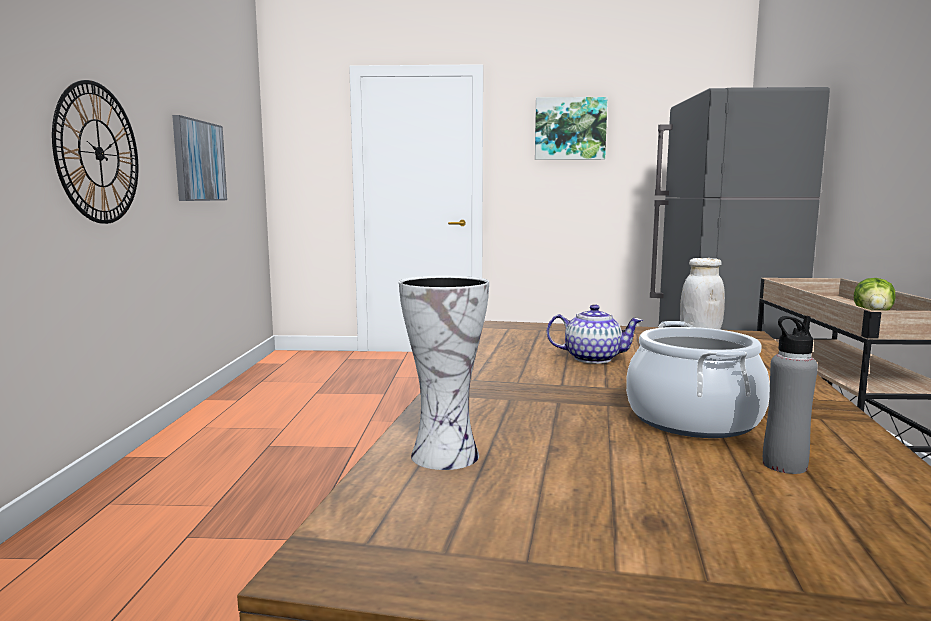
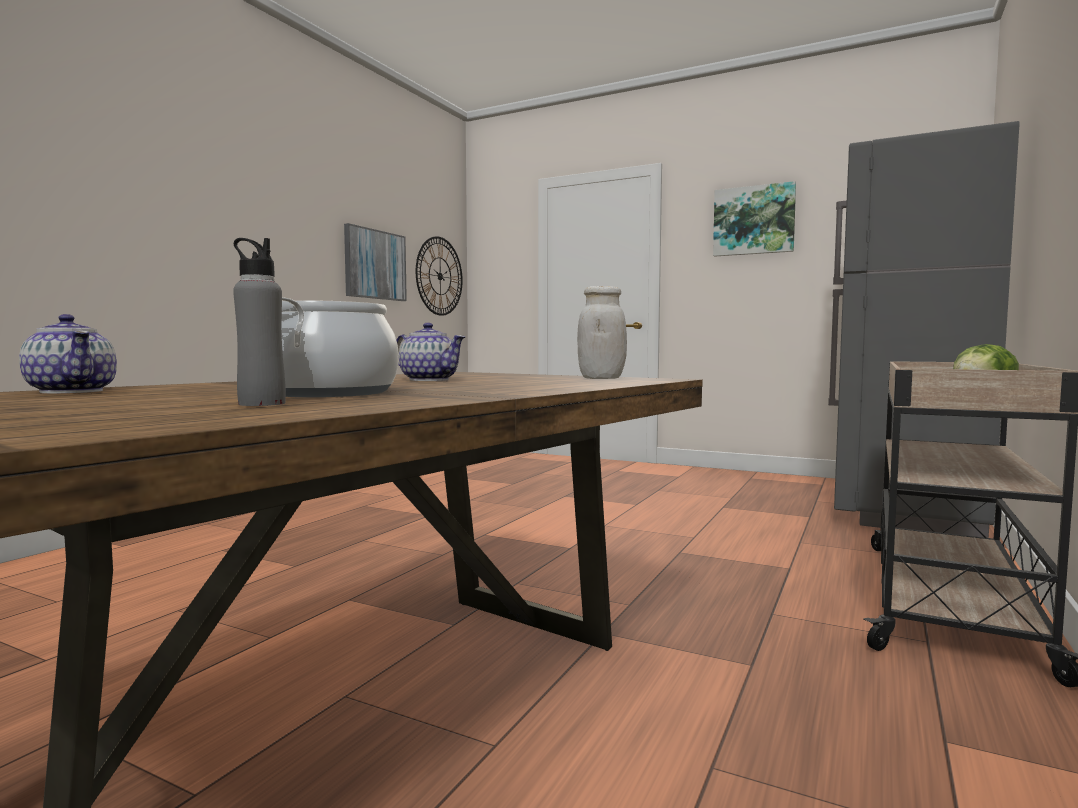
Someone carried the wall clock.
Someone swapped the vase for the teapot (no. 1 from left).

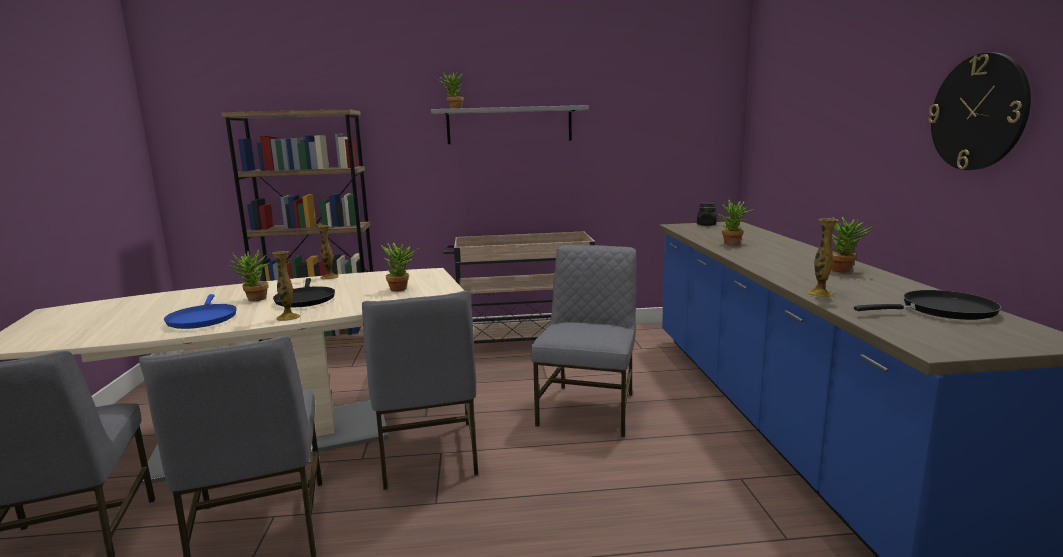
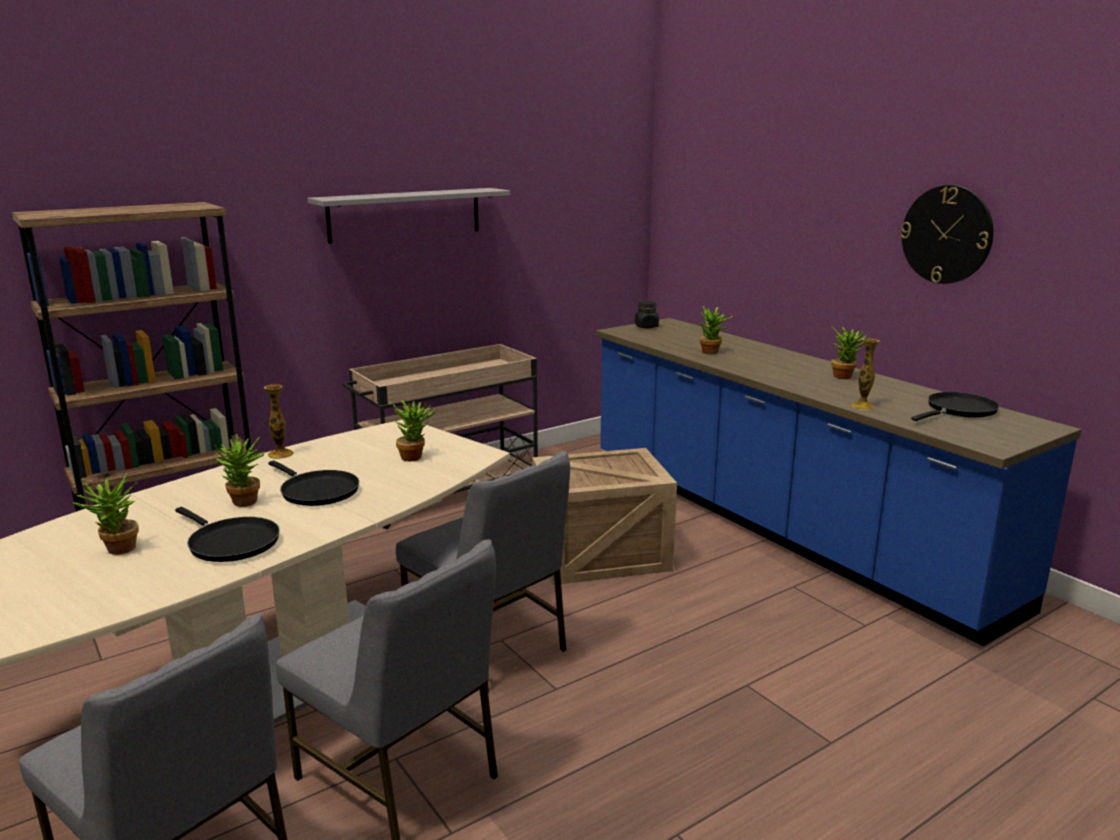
Someone repainted the blue frying pan, which became the black frying pan (no. 1 from left).
Someone took away the vase (no. 1 from left).
Someone carried the potted plant (no. 3 from left in the first image).
Someone swapped the grey chair (no. 4 from left) for the crate.

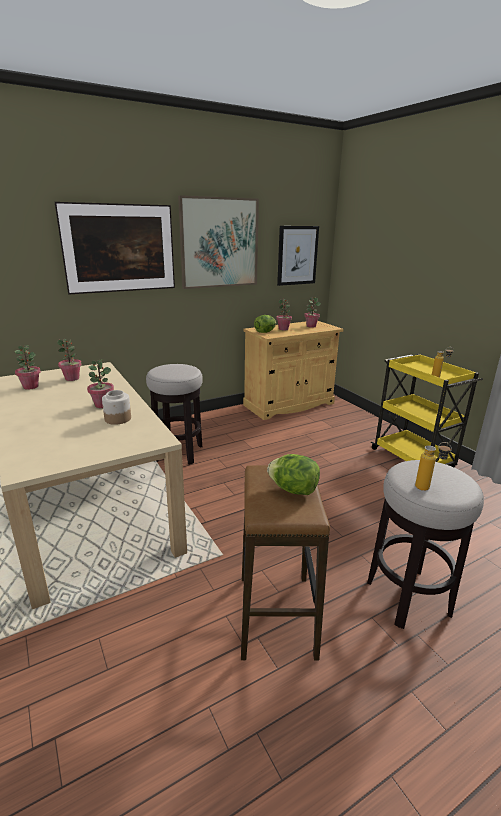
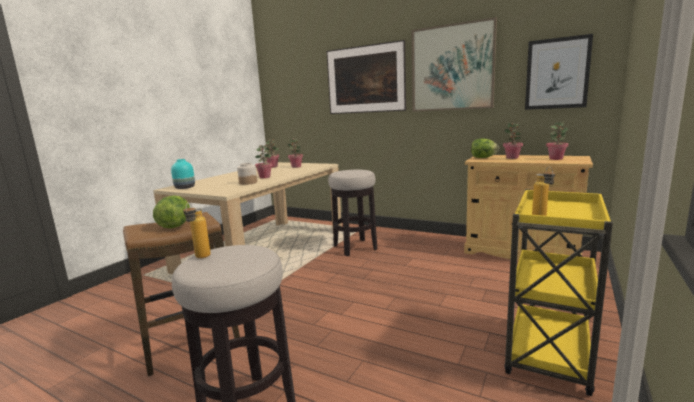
Someone put down the turquoise vase.

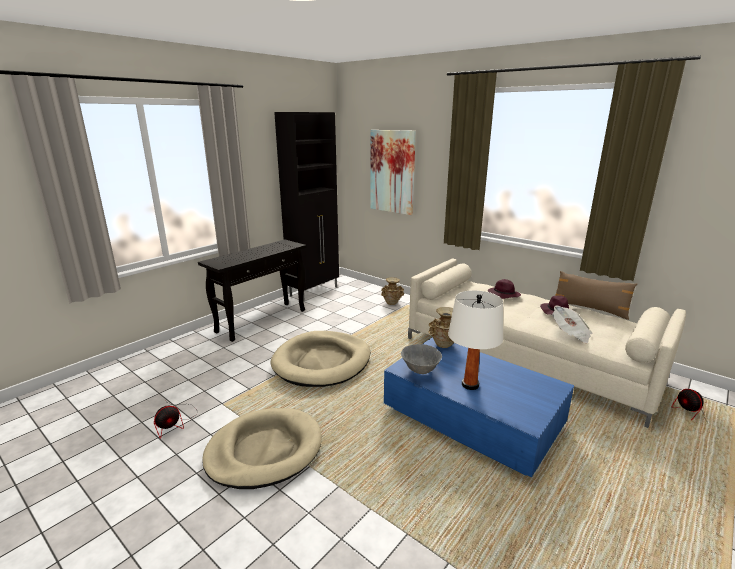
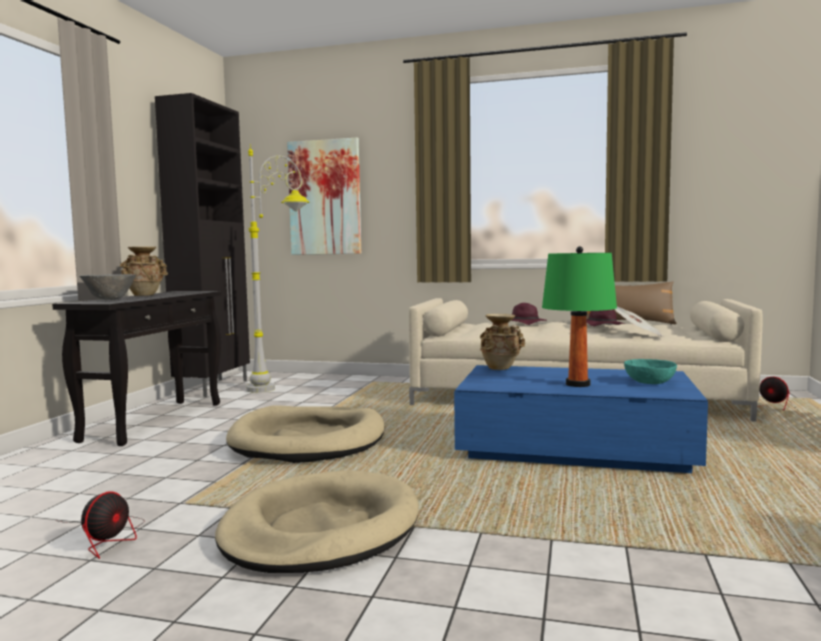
Someone carried the beige vase (no. 1 from left).
Someone carried the grey bowl.
Someone repainted the white table lamp, which became the green table lamp.
Someone put down the grey floor lamp.
Someone put down the turquoise bowl.

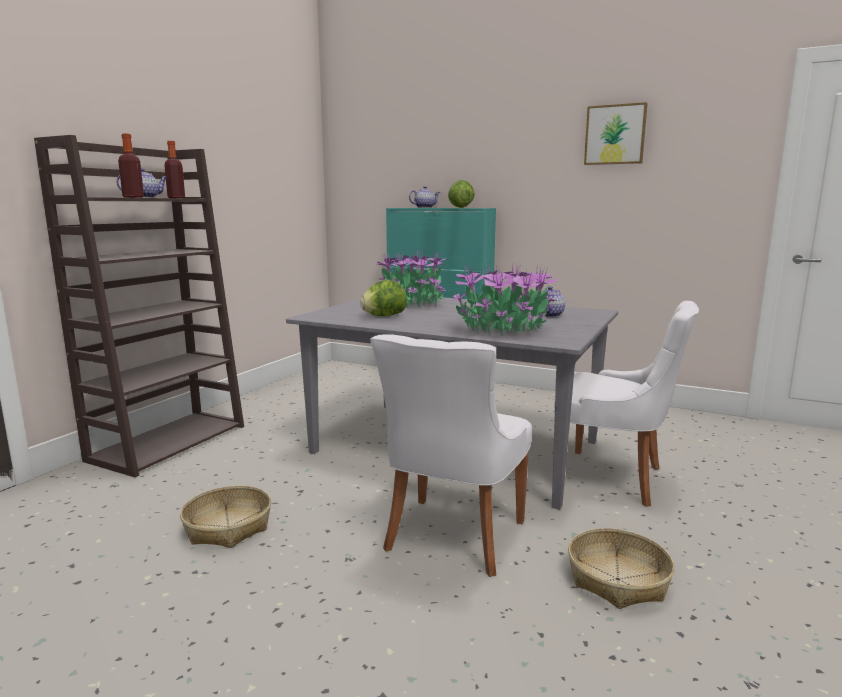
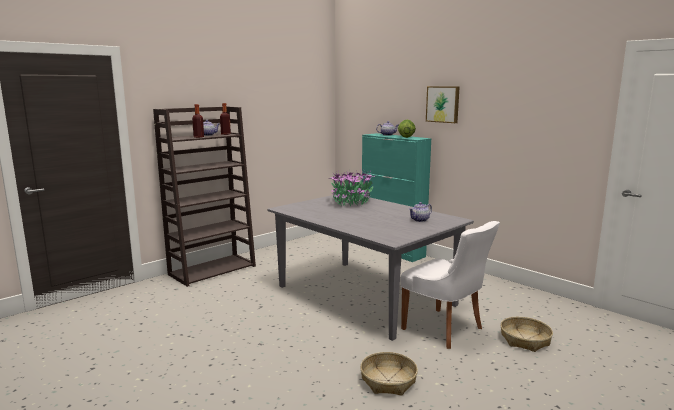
Someone carried the basket (no. 1 from left in the first image).
Someone took away the lettuce (no. 1 from left).
Someone took away the white chair (no. 1 from left).
Someone took away the potted plant (no. 2 from left).
Someone carried the picture.

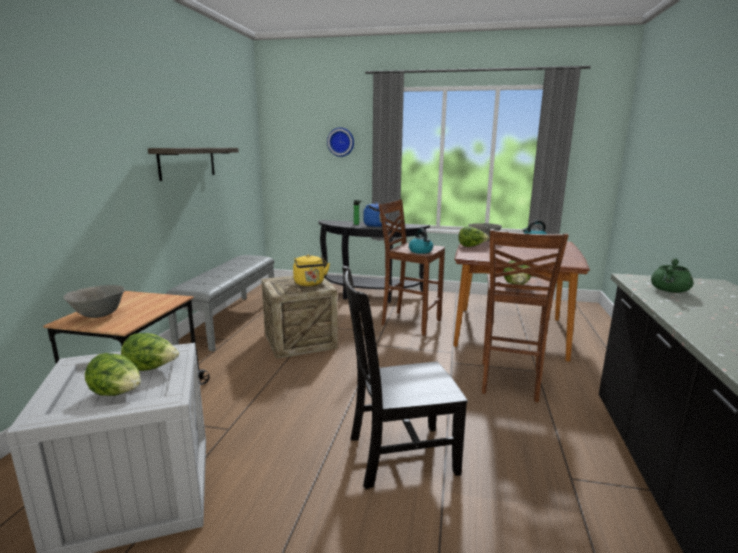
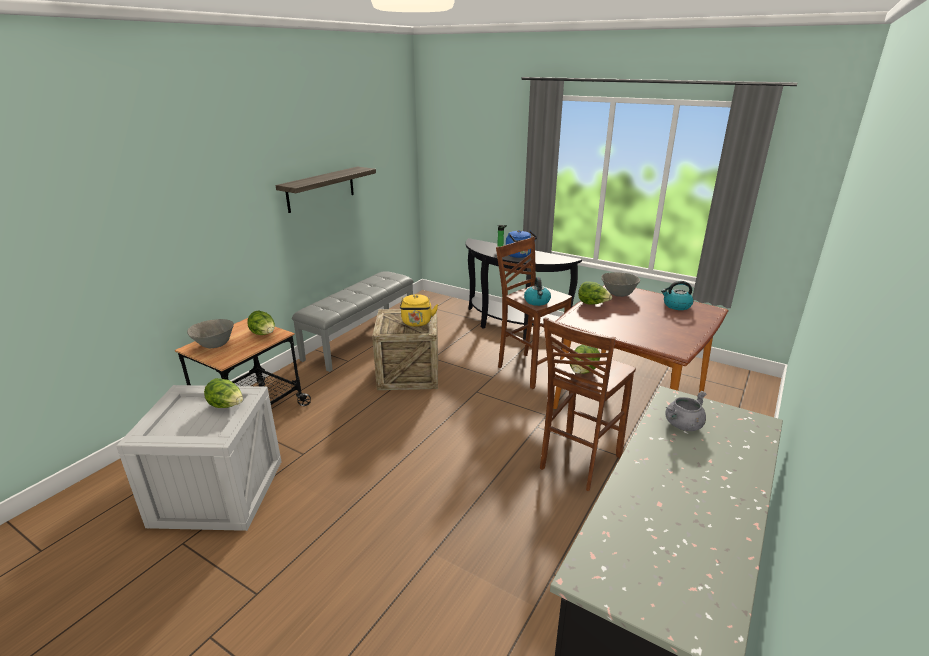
Someone carried the lettuce (no. 1 from left in the first image).
Someone took away the wall clock.
Someone took away the black chair.
Someone repainted the green cooking pot, which became the grey cooking pot.

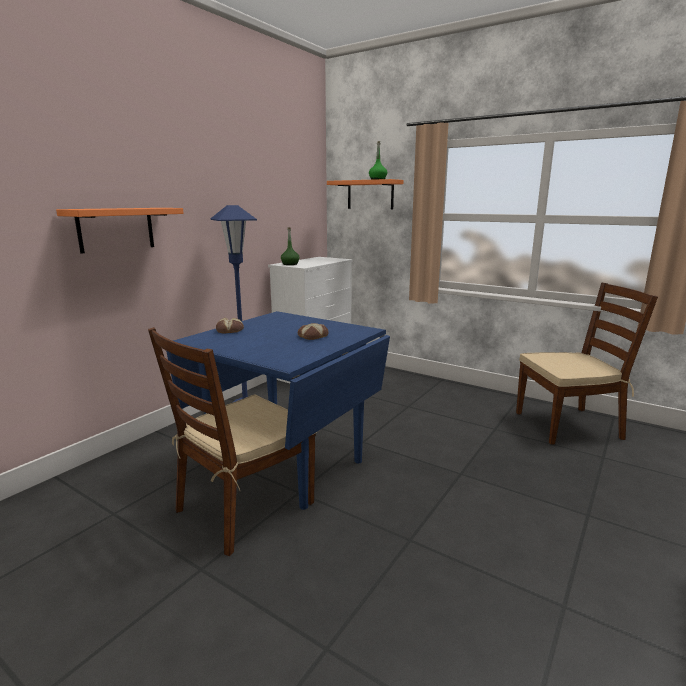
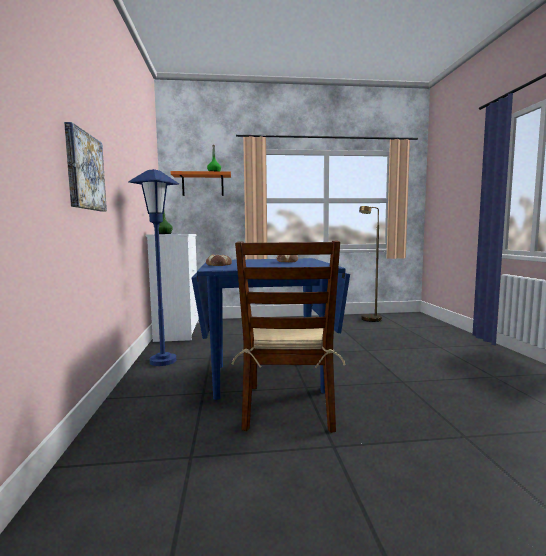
Someone swapped the orange shelf (no. 1 from left) for the picture.
Someone swapped the brown chair (no. 2 from left) for the brown floor lamp.

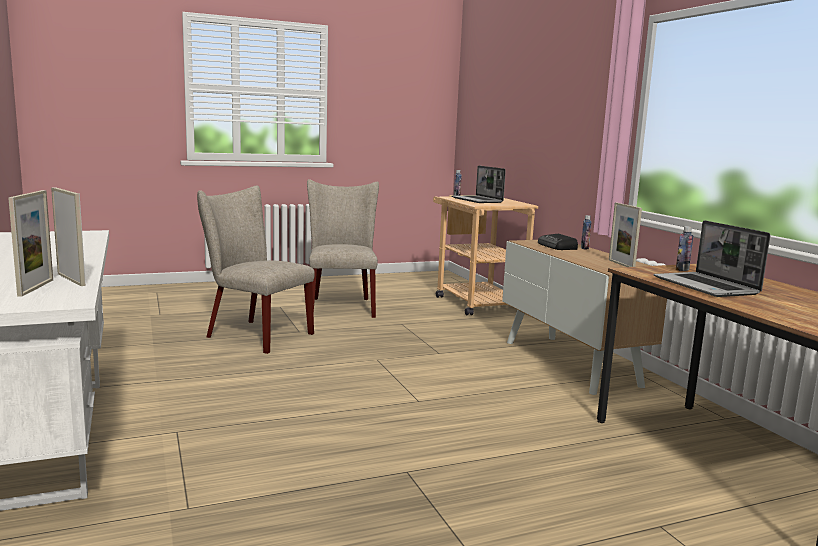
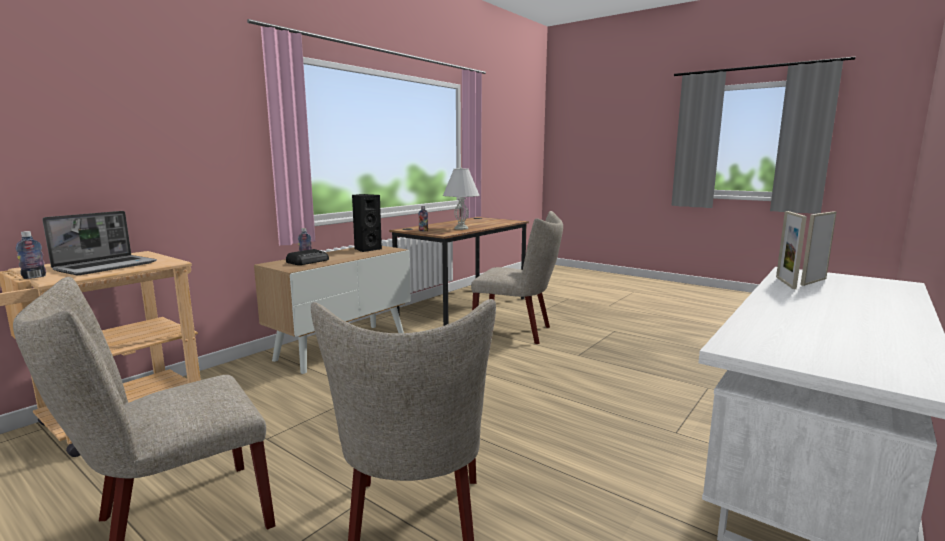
Someone swapped the picture frame (no. 3 from left) for the black speaker.
Someone swapped the laptop (no. 2 from left) for the white table lamp.
Someone put down the beige chair (no. 3 from left).

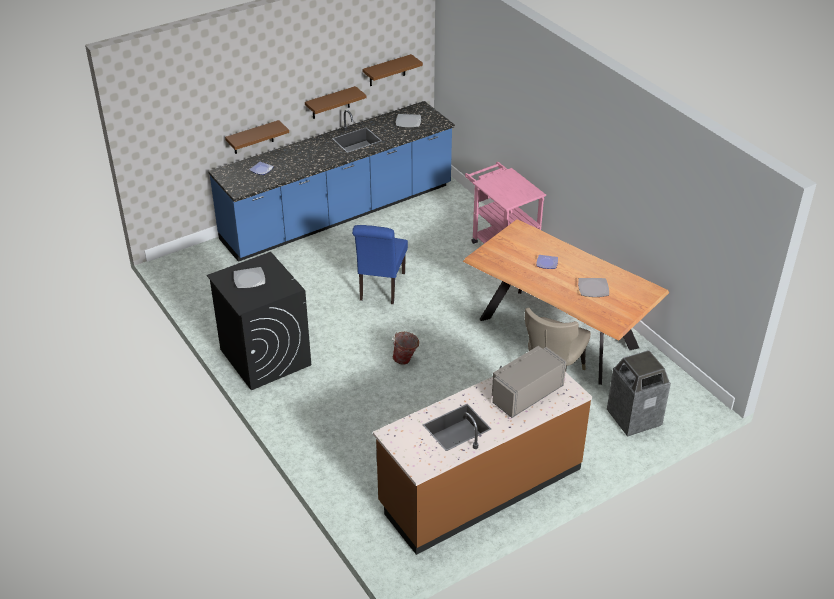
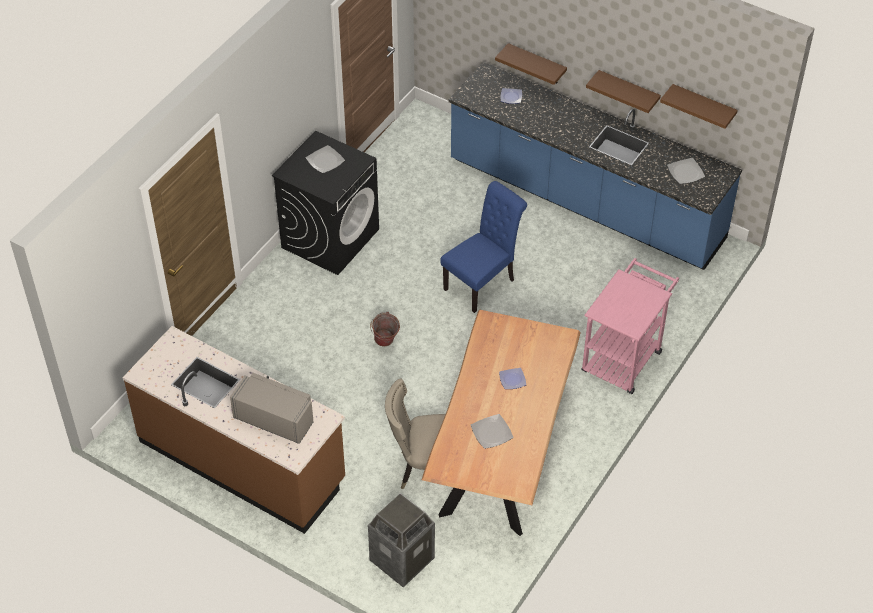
Someone rotated the blue chair by 150 degrees clockwise.

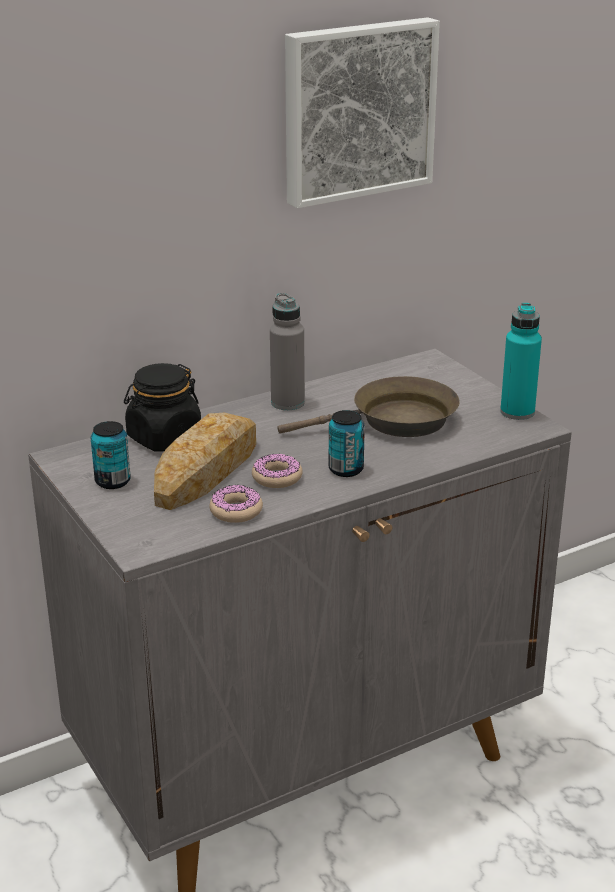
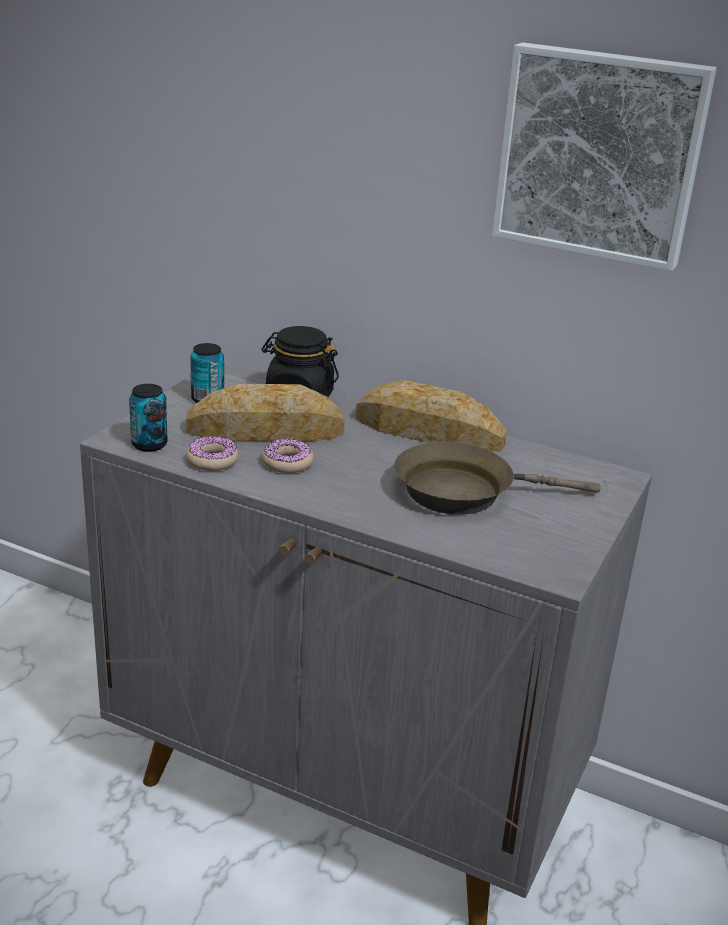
Someone swapped the grey bottle for the bread (no. 2 from left).
Someone rotated the brown frying pan by 135 degrees clockwise.
Someone carried the can (no. 2 from left in the first image).
Someone took away the turquoise bottle.

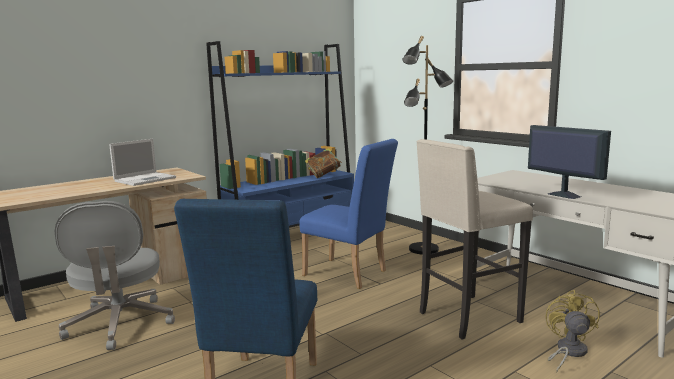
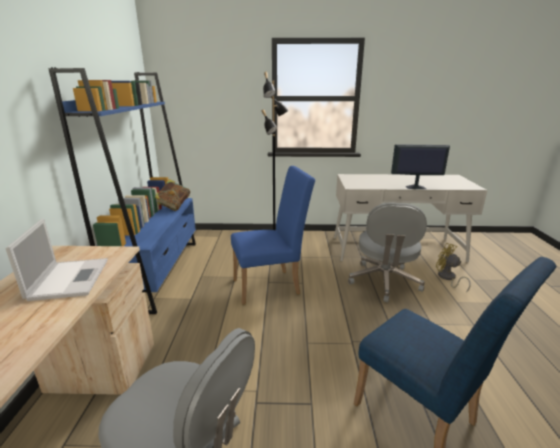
Someone swapped the beige stool for the grey office chair (no. 2 from left).

